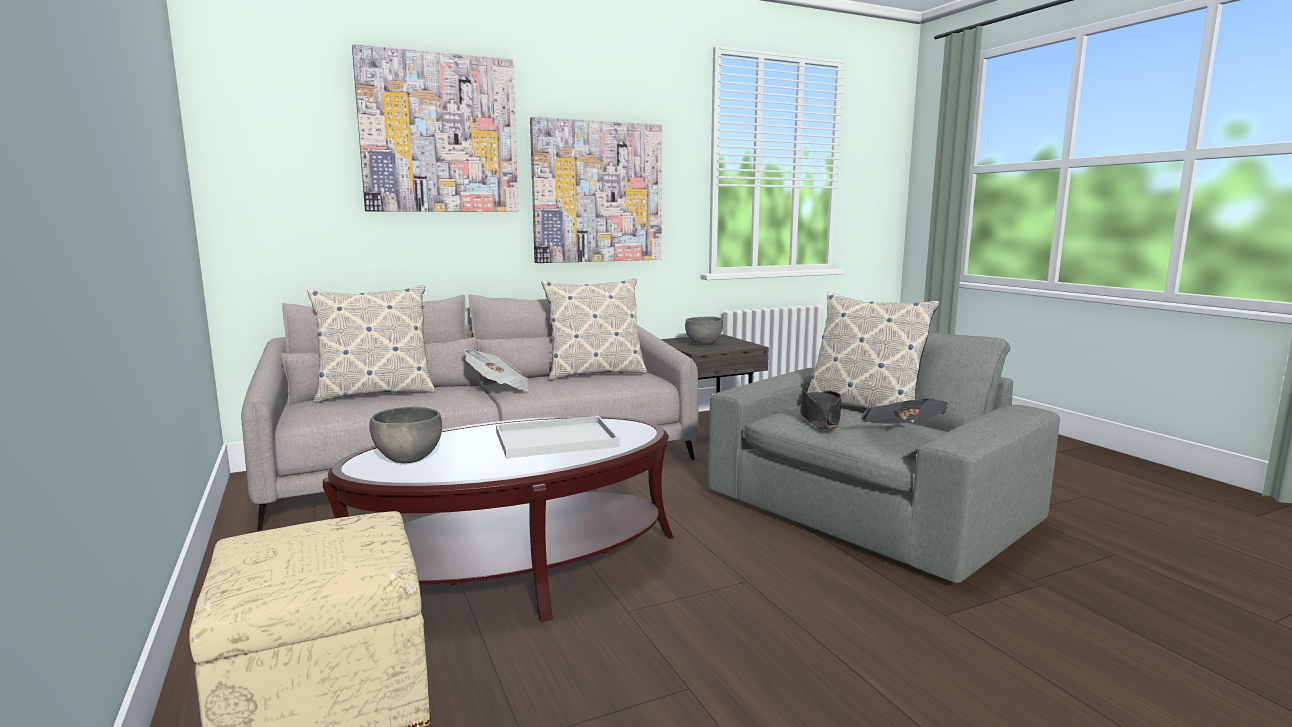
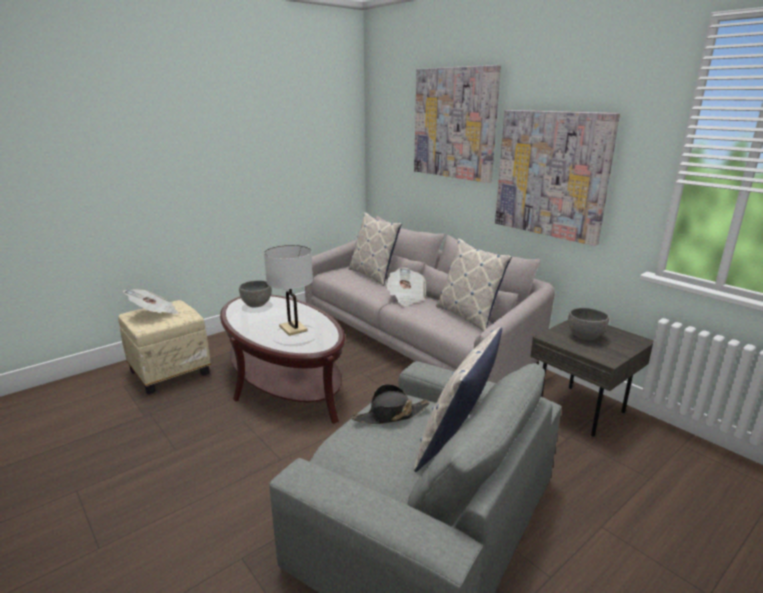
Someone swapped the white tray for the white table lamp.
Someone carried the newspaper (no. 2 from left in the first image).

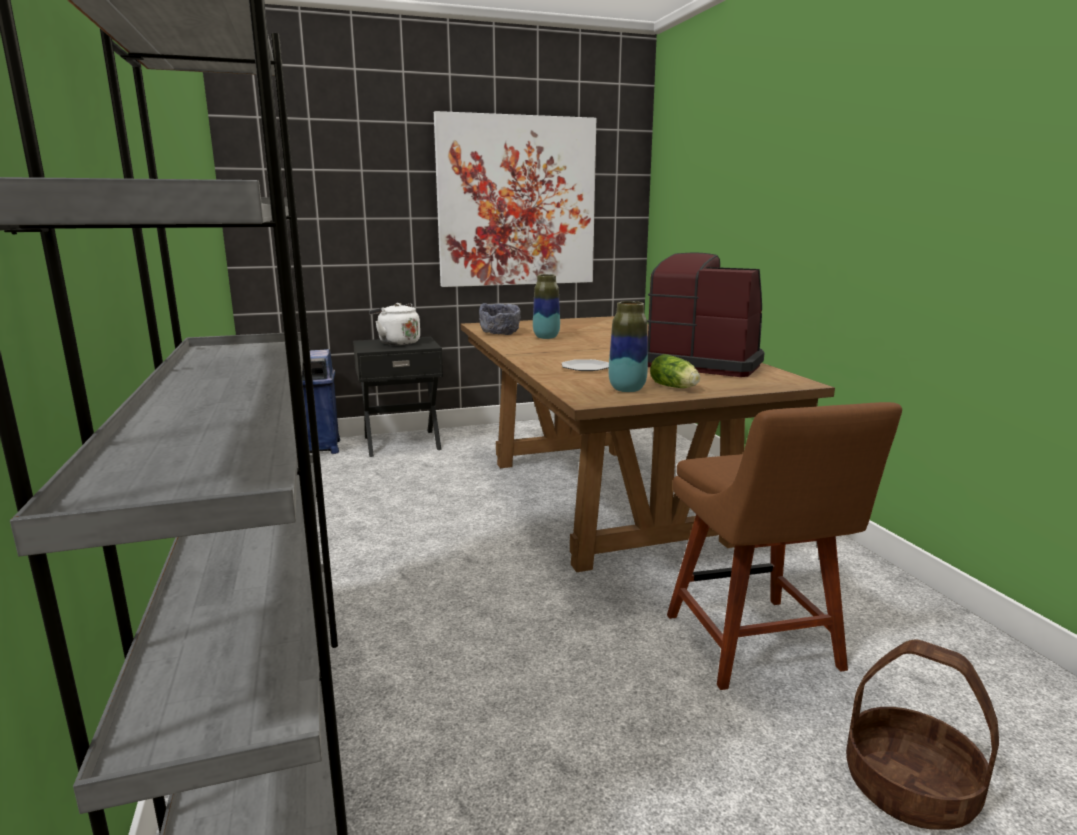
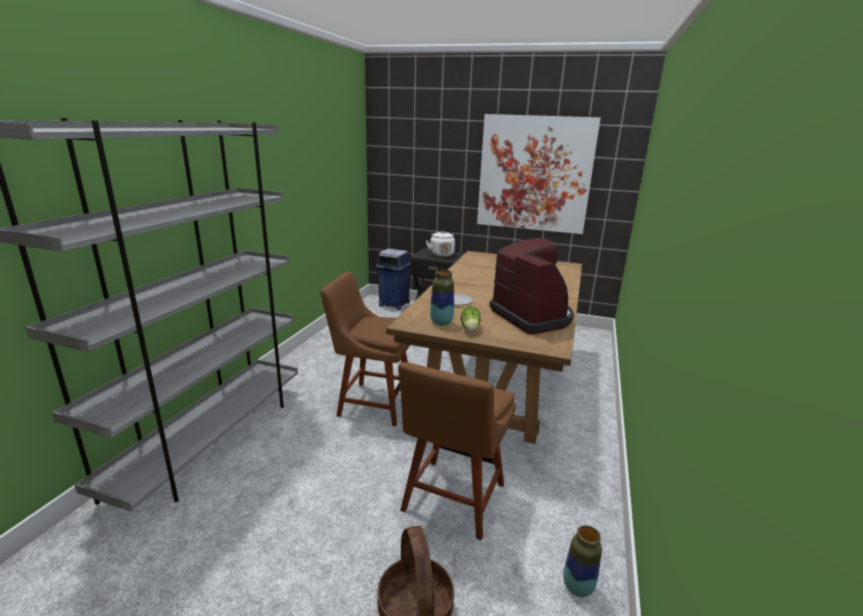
Someone took away the grey bowl.
Someone carried the vase (no. 1 from left in the first image).
Someone put down the brown chair (no. 1 from left).

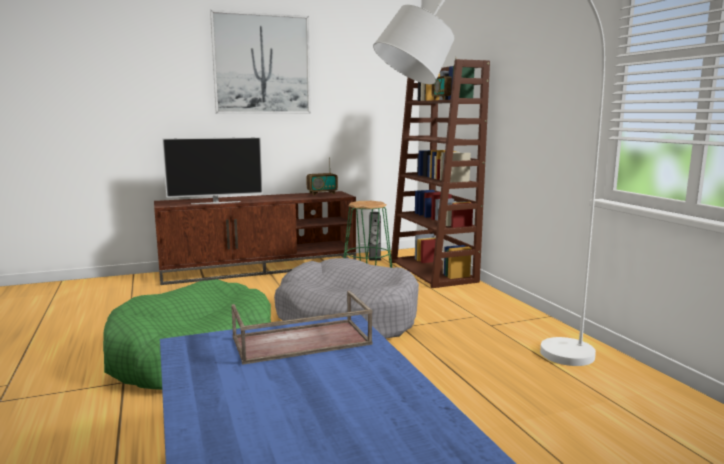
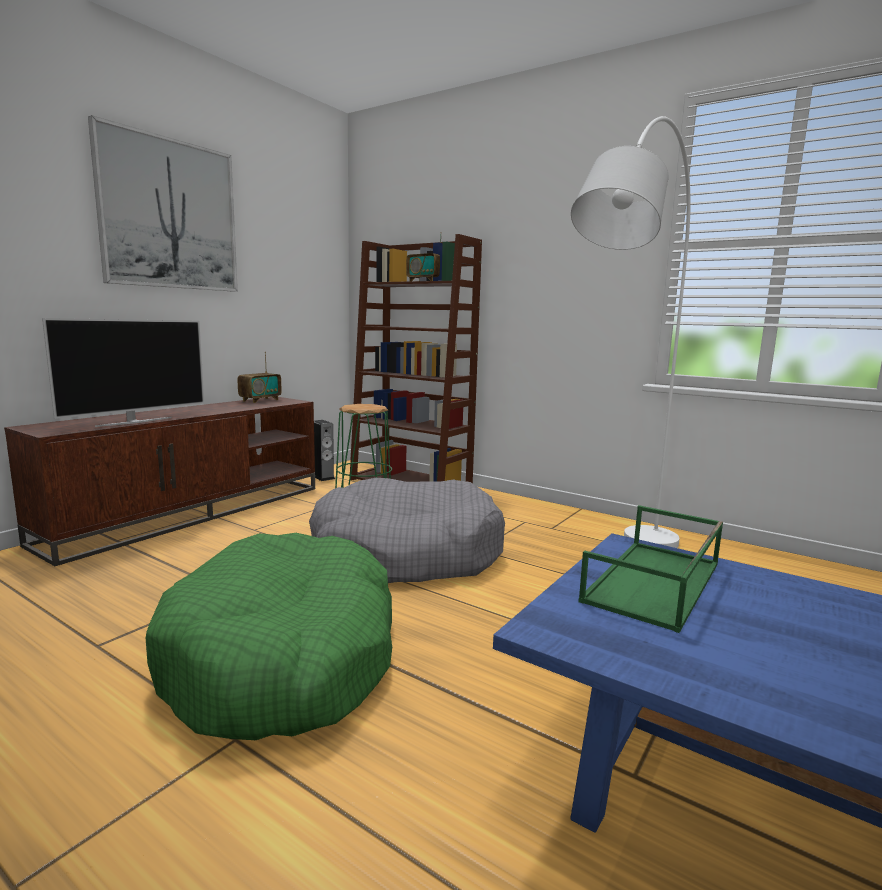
Someone repainted the brown tray, which became the green tray.

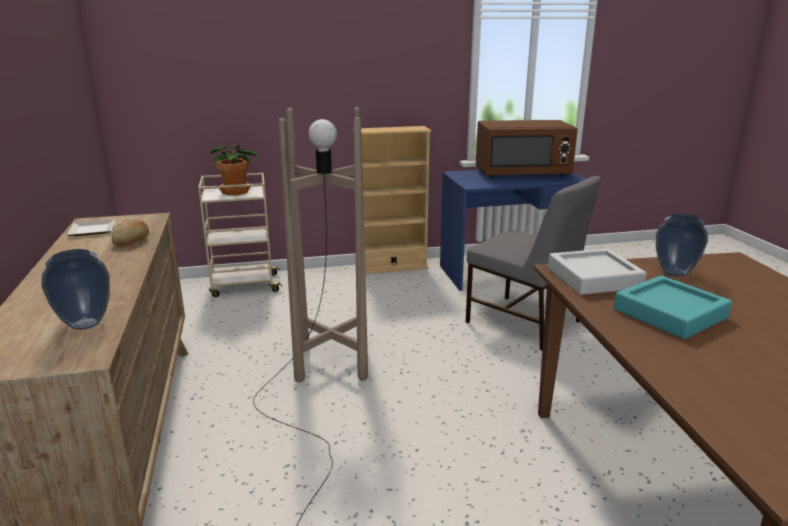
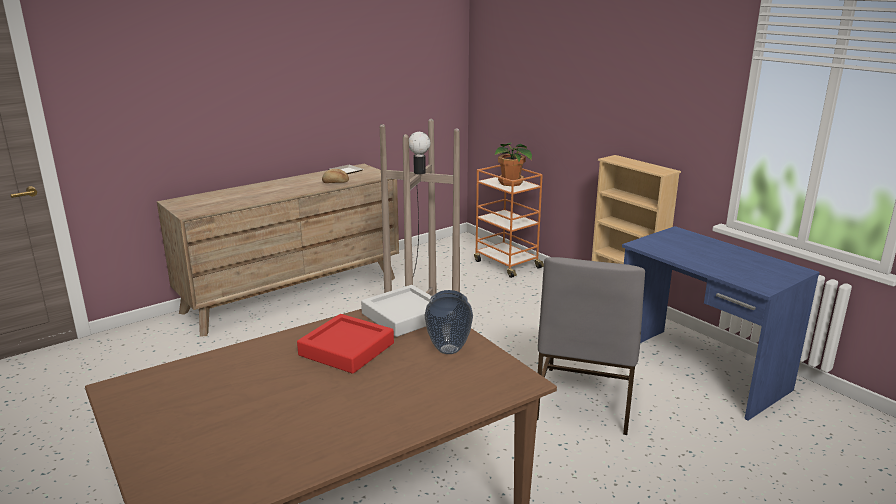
Someone took away the vase (no. 1 from left).
Someone repainted the beige cart, which became the orange cart.
Someone took away the brown microwave.
Someone repainted the turquoise tray, which became the red tray.

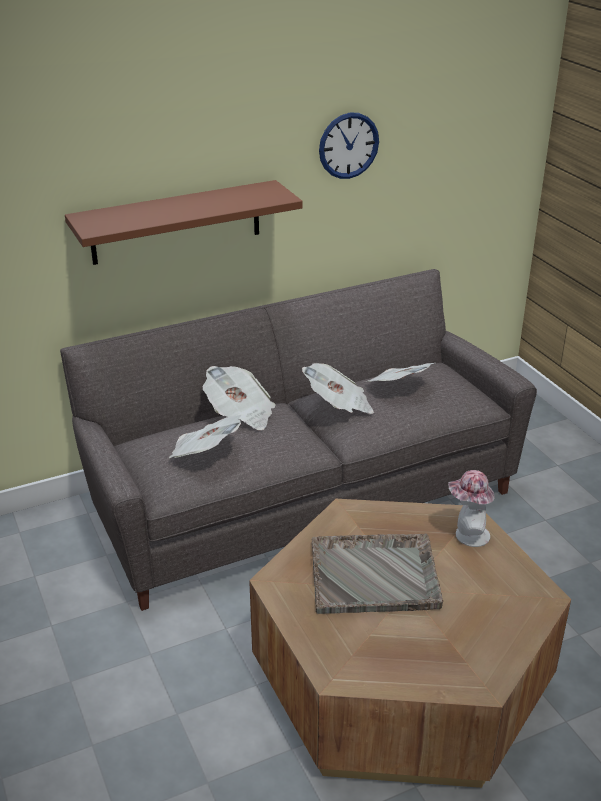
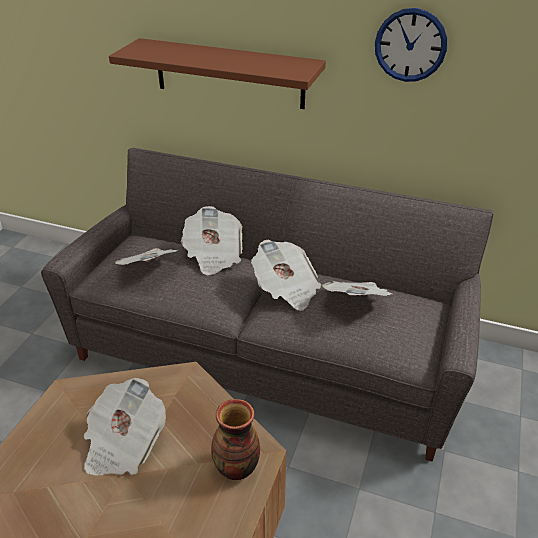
Someone swapped the grey tray for the newspaper (no. 1 from left).
Someone swapped the hat for the vase.

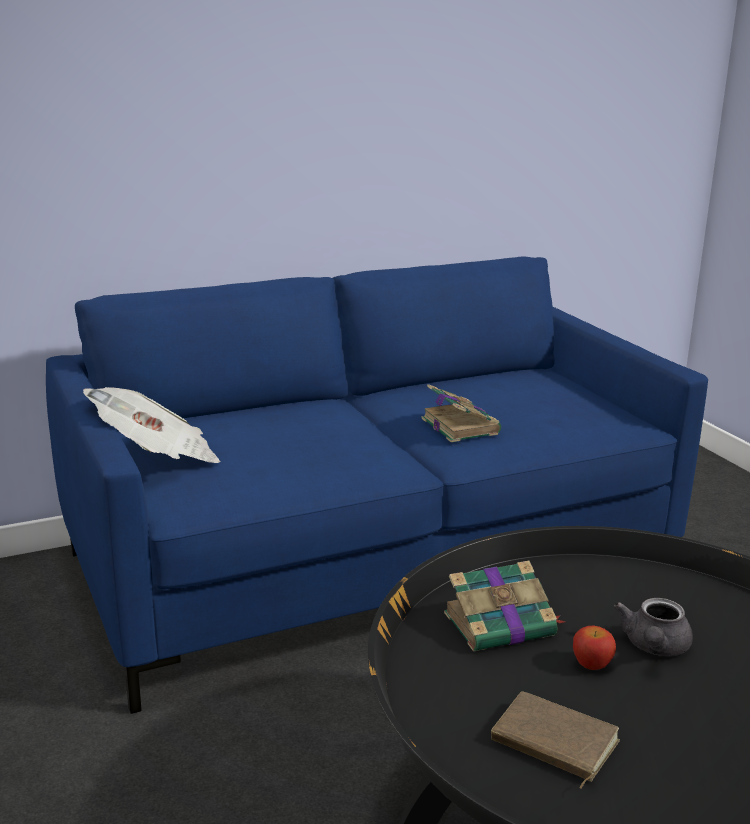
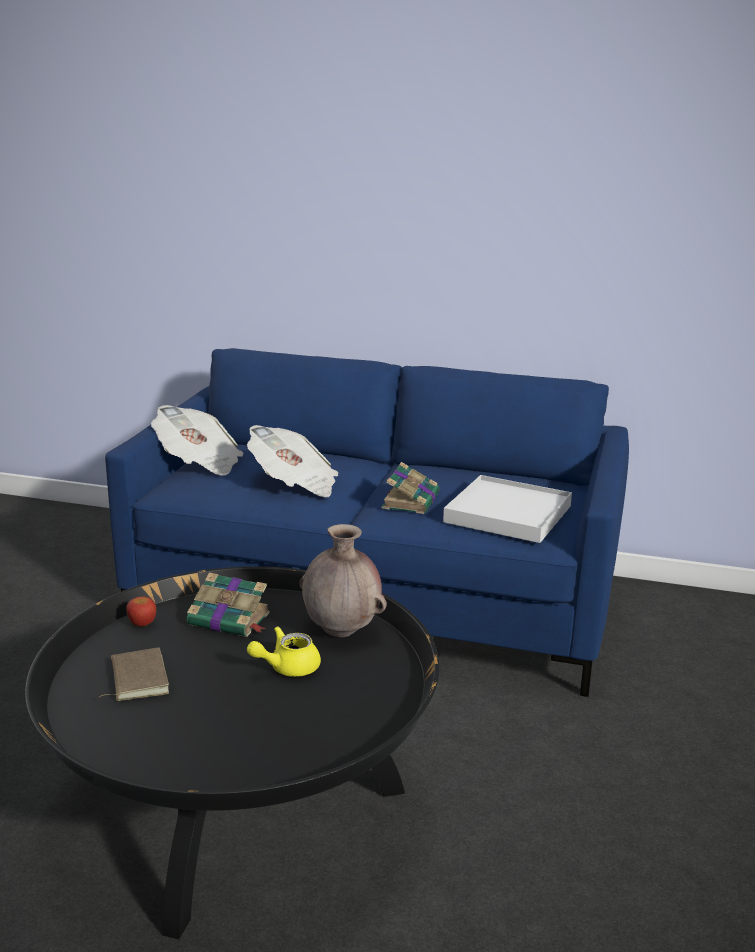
Someone carried the apple.
Someone repainted the grey teapot, which became the yellow teapot.
Someone put down the newspaper (no. 2 from left).
Someone put down the brown vase.
Someone put down the white tray.

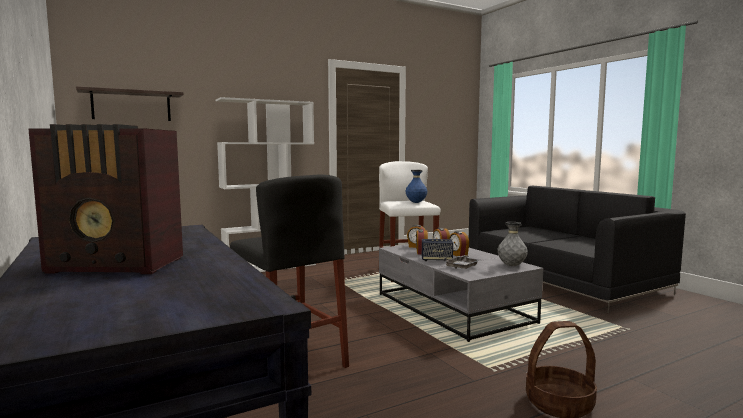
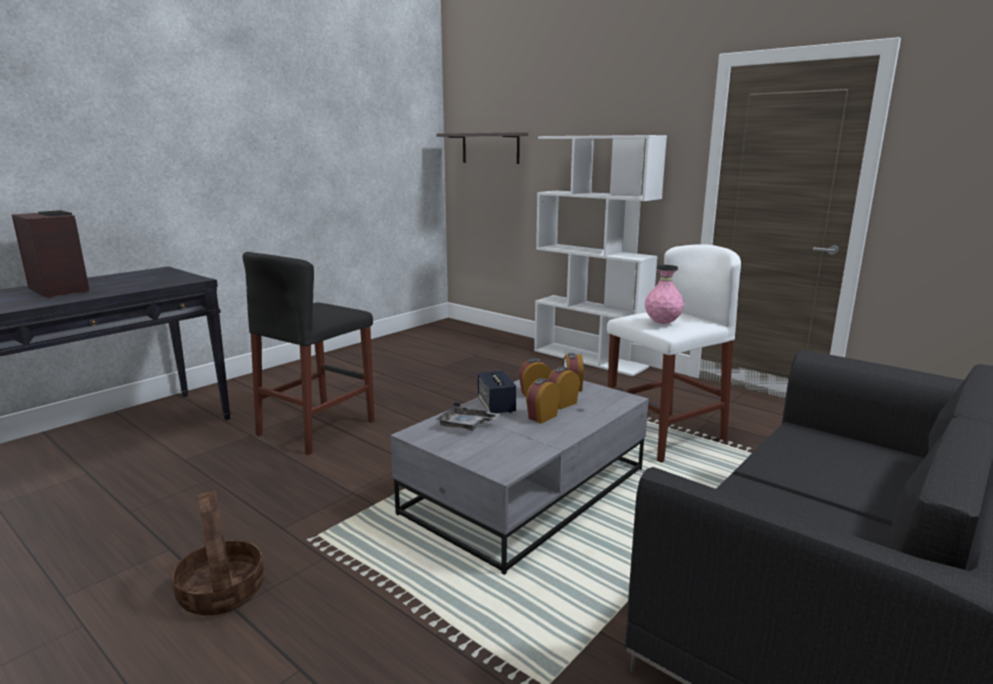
Someone rotated the radio by 150 degrees clockwise.
Someone repainted the blue vase, which became the pink vase.
Someone took away the grey vase.

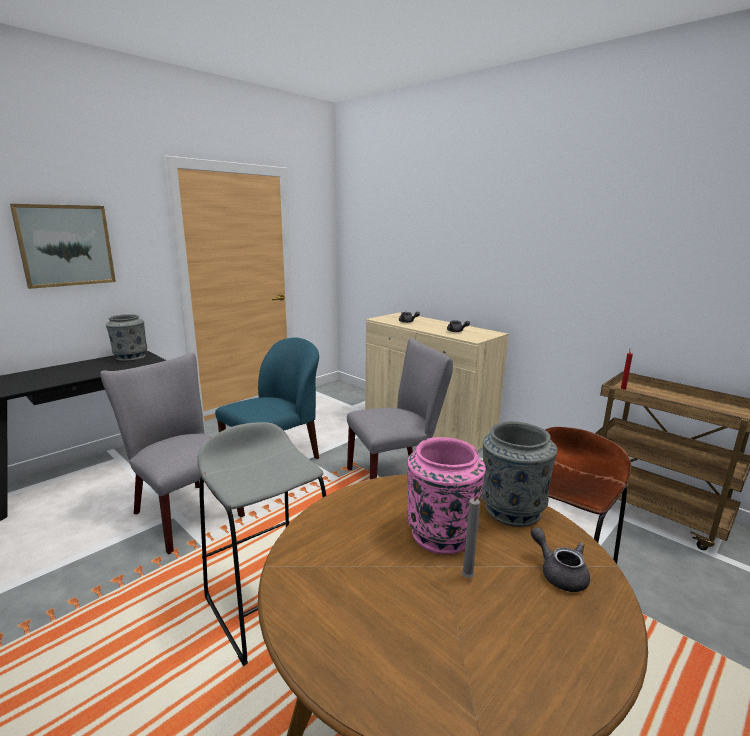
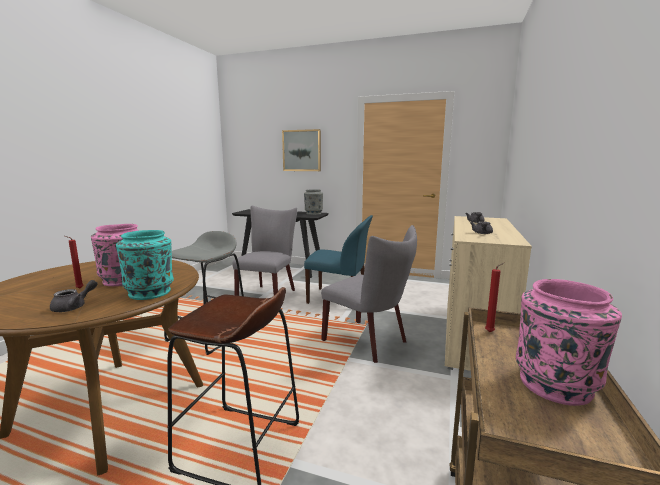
Someone repainted the grey candle, which became the red candle (no. 1 from left).
Someone repainted the grey vase (no. 2 from left), which became the turquoise vase.
Someone put down the pink vase (no. 2 from left).

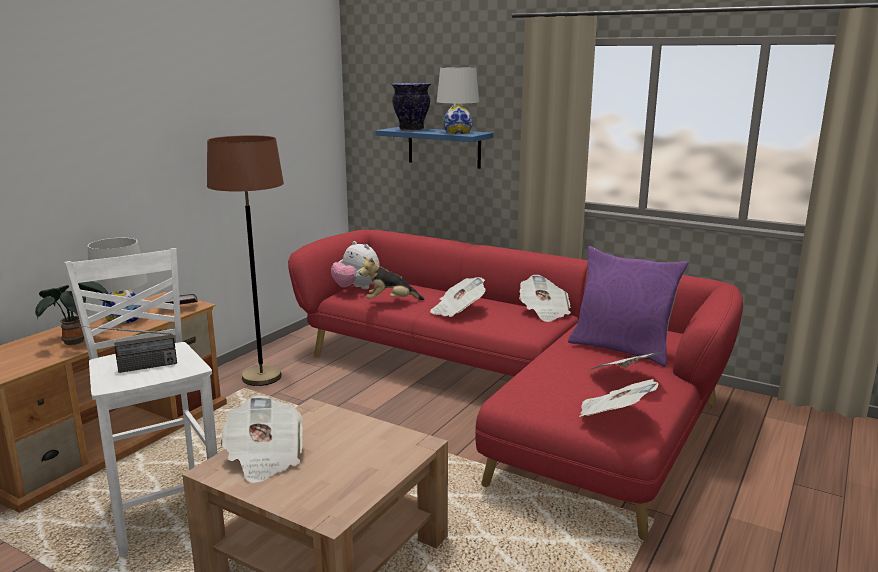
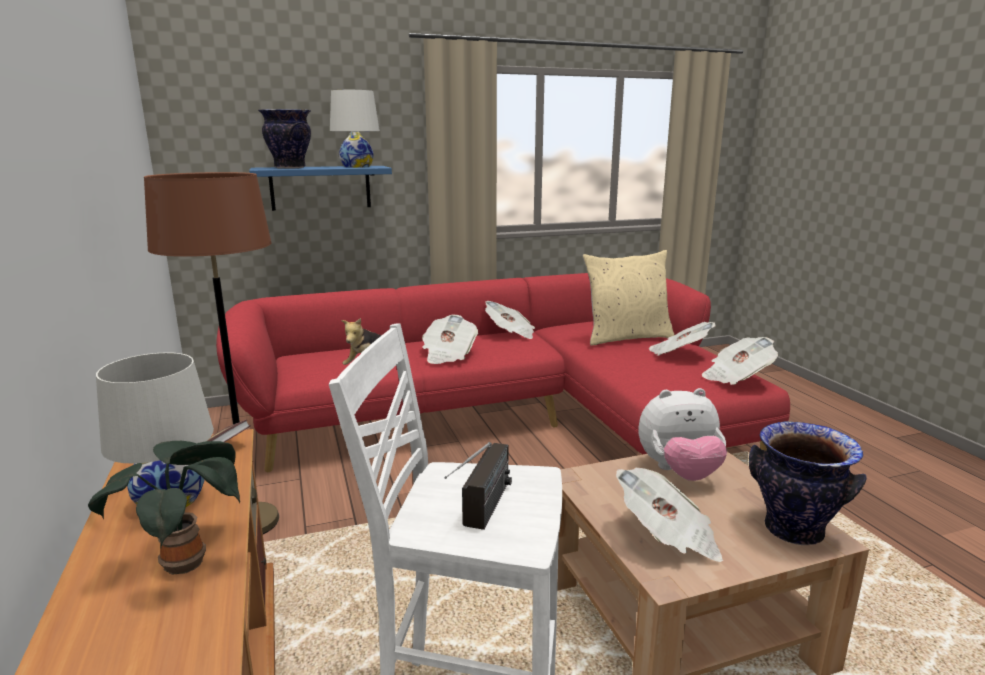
Someone carried the plush toy (no. 1 from left in the first image).
Someone repainted the purple pillow, which became the beige pillow.
Someone put down the vase (no. 2 from left).

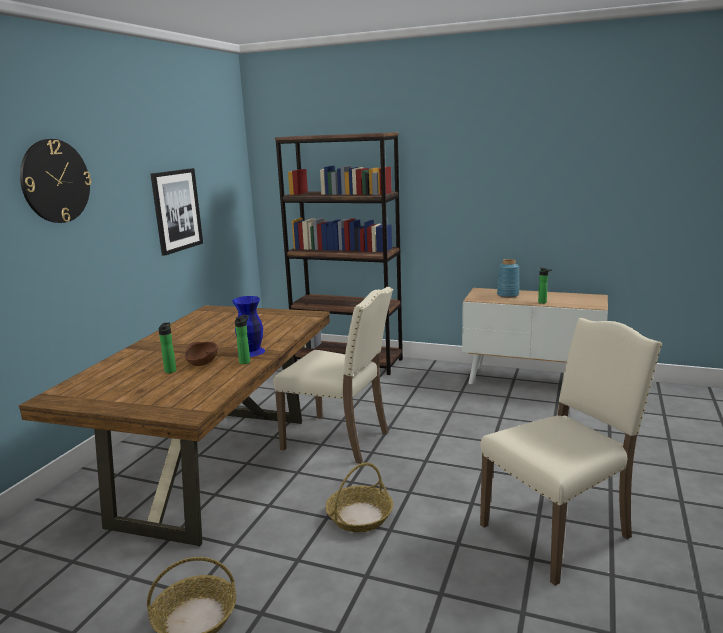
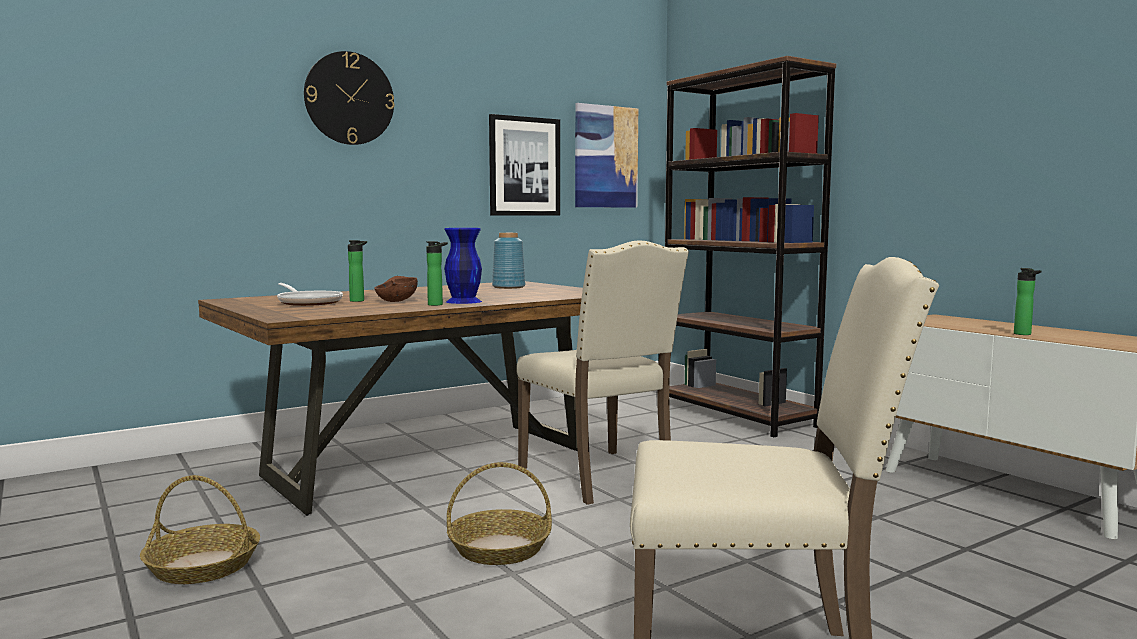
Someone carried the blue vase (no. 2 from left).
Someone put down the frying pan.
Someone put up the picture (no. 2 from left).

